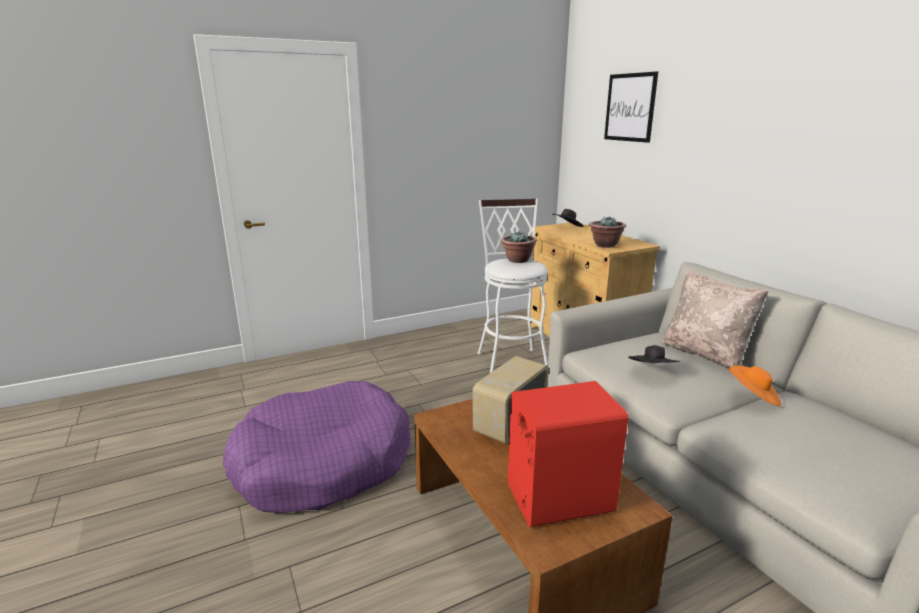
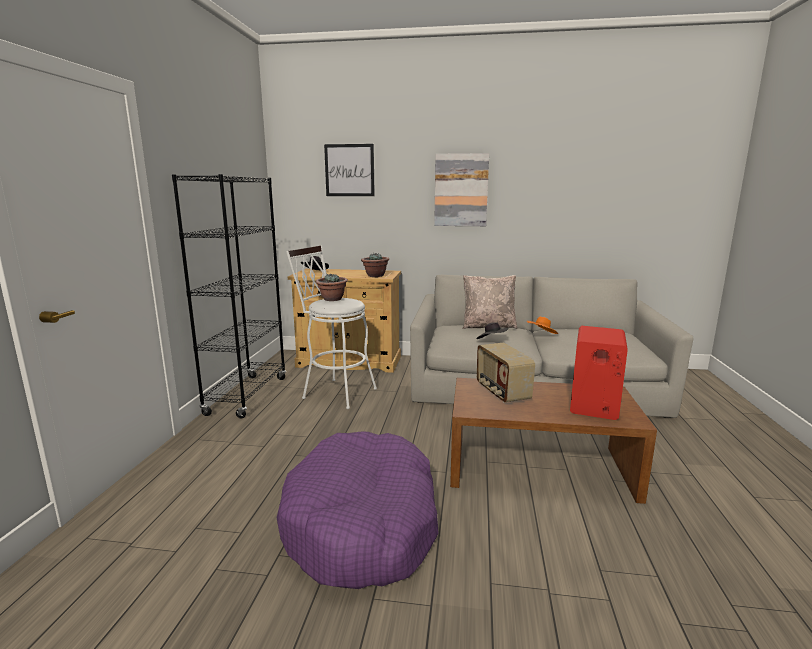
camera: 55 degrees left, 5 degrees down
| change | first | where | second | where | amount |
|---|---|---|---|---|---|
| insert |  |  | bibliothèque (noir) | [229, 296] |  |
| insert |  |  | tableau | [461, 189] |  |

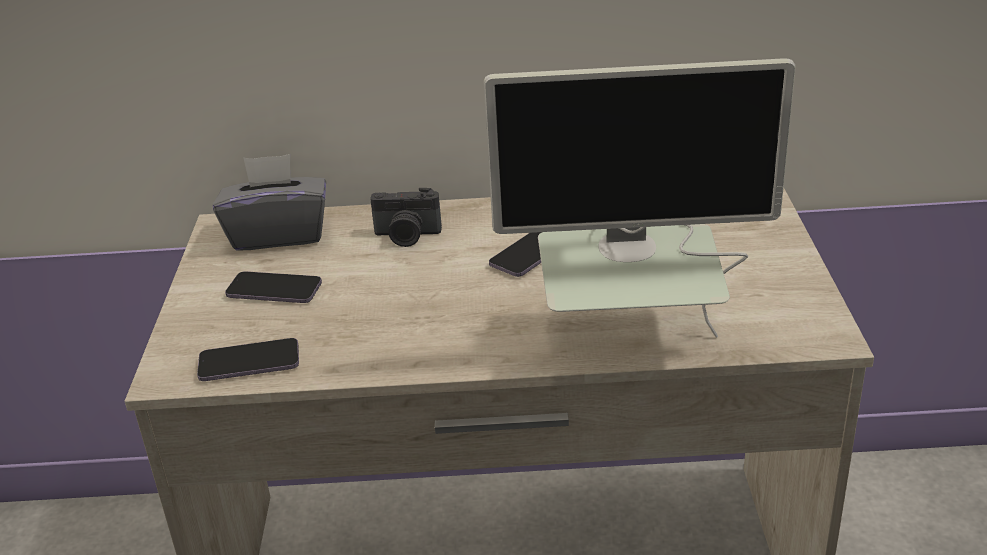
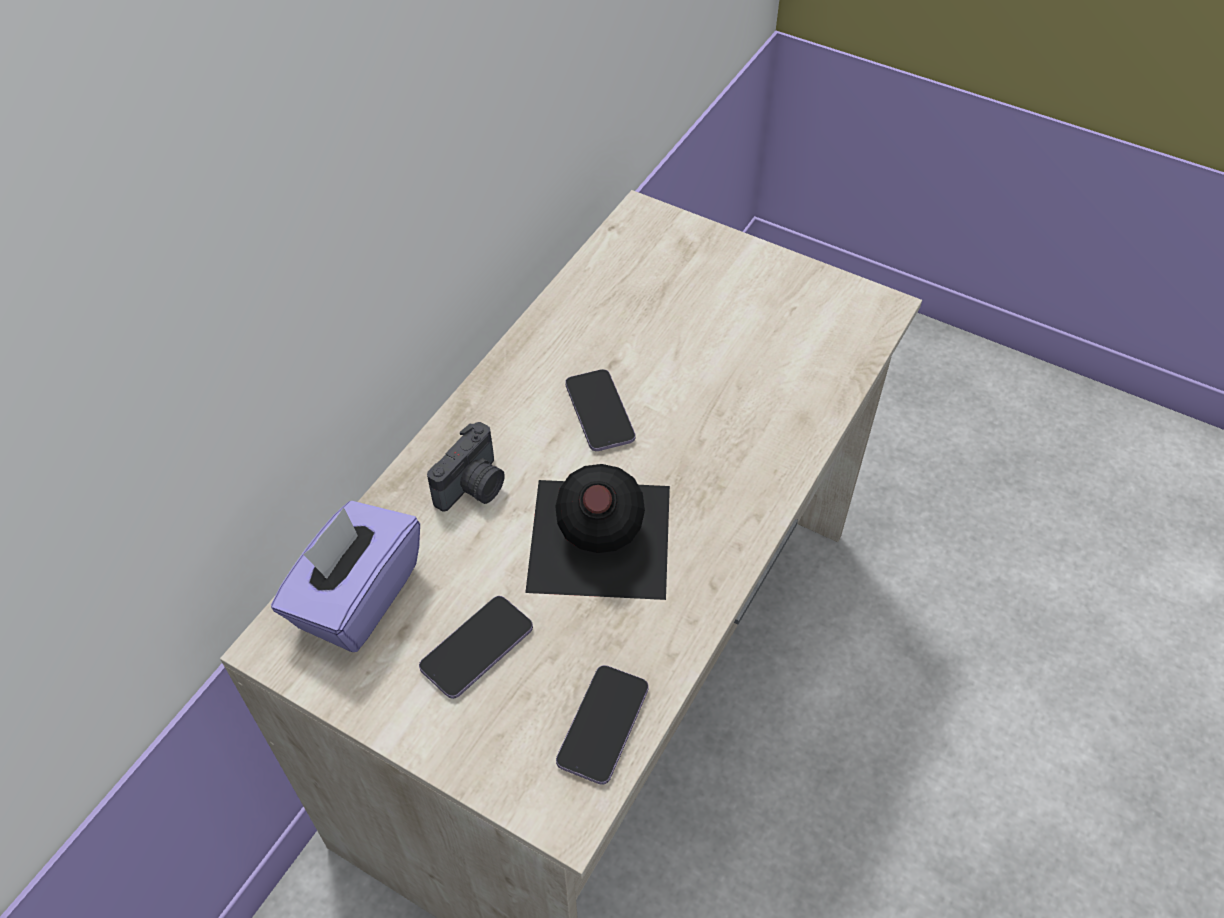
camera: 60 degrees left, 20 degrees up
| change | first | where | second | where | amount |
|---|---|---|---|---|---|
| recolor | boîte à mouchoirs (gris) | [269, 202] | boîte à mouchoirs (violet) | [345, 576] |  |
| insert |  |  | bouteille (noir) | [597, 532] |  |
| delete | écran d'ordinateur | [640, 198] |  |  |  |

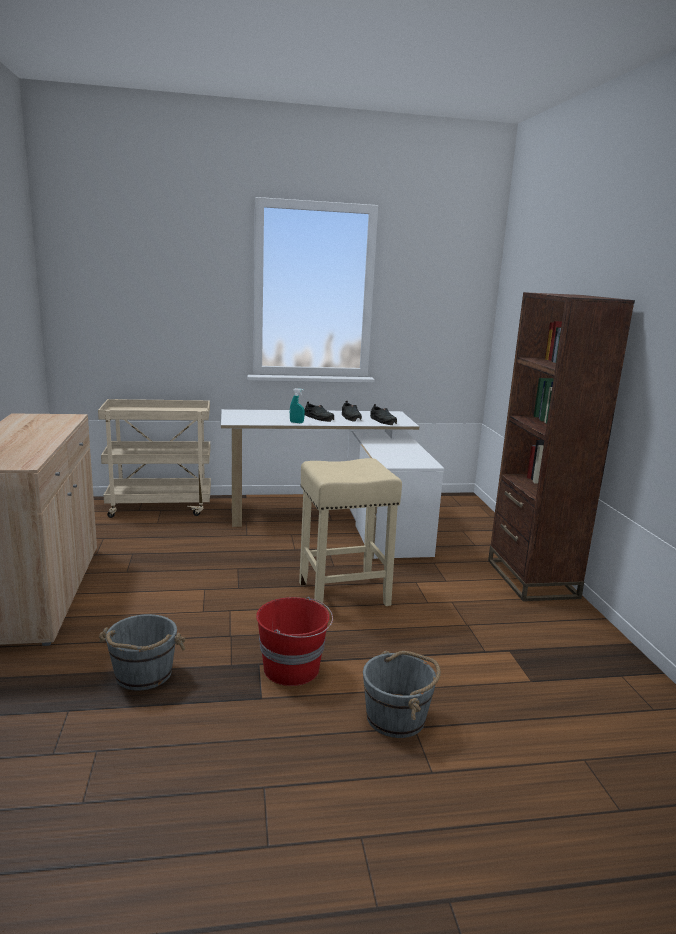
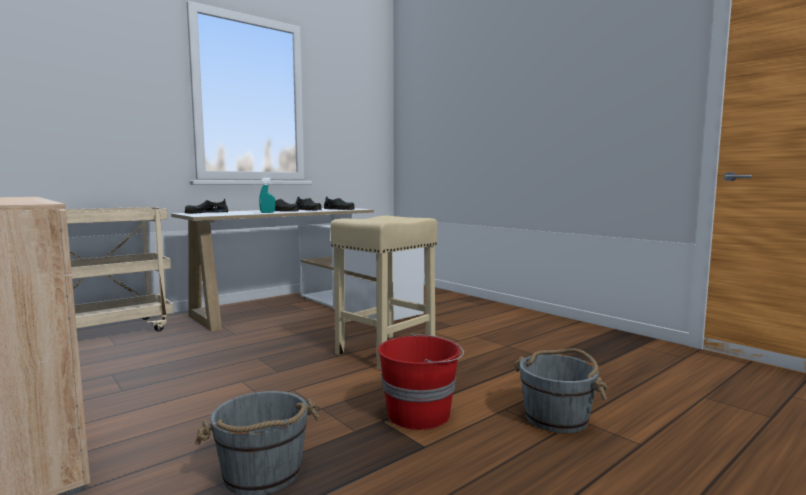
camera: 30 degrees left, 10 degrees down
| change | first | where | second | where | amount |
|---|---|---|---|---|---|
| insert |  |  | chaussure (noir) | [206, 206] |  |
| delete | bibliothèque (marron) | [561, 446] |  |  |  |

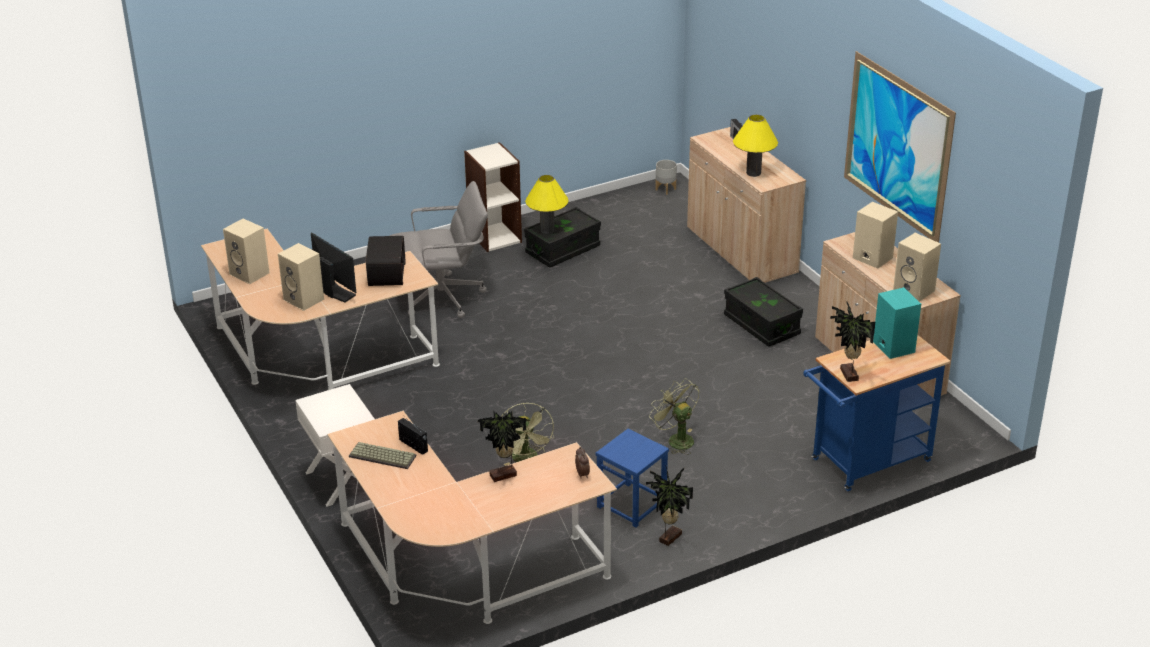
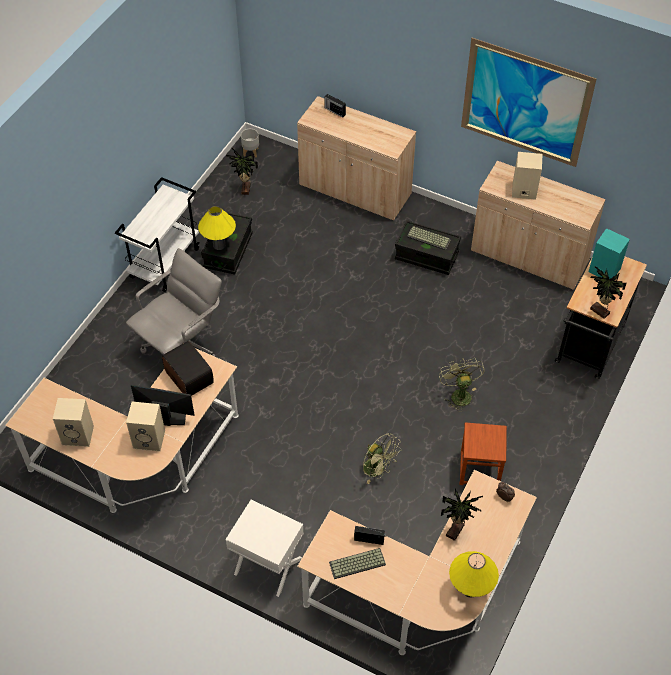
camera: 35 degrees left, 20 degrees up
| change | first | where | second | where | amount |
|---|---|---|---|---|---|
| replace | bibliothèque | [493, 197] | chariot (blanc) | [157, 234] |  |
| move | plante en pot | [669, 506] |  | [242, 171] |  |
| insert |  |  | clavier | [429, 238] |  |
| rotate | ventilateur (vert) | [674, 416] |  | [461, 385] | 60 degrees clockwise |
| move | lampe de table (jaune) | [755, 146] |  | [474, 574] |  |
| recolor | tabouret (bleu) | [632, 478] | tabouret (marron) | [483, 453] |  |
| recolor | chariot (bleu) | [877, 413] | chariot (noir) | [601, 318] |  |
| delete | enceinte (beige) | [917, 267] |  |  |  |

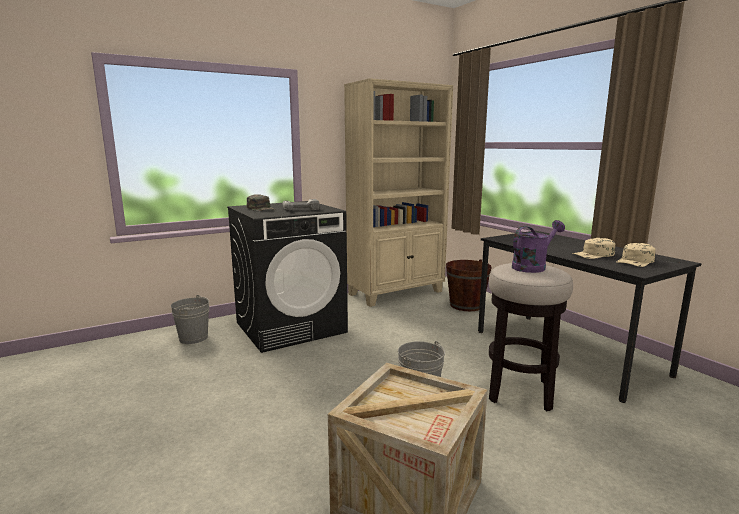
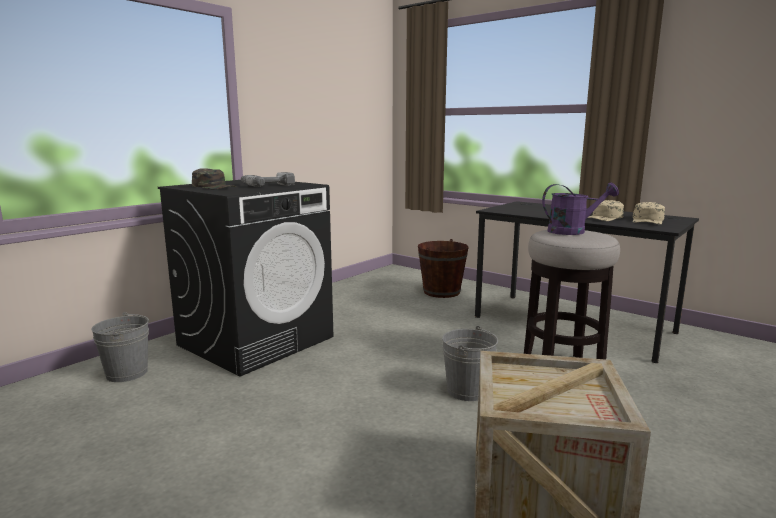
camera: 20 degrees left, 0 degrees up
| change | first | where | second | where | amount |
|---|---|---|---|---|---|
| rotate | arrosoir (violet) | [538, 246] |  | [580, 208] | 45 degrees clockwise |
| delete | bibliothèque (beige) | [398, 192] |  |  |  |

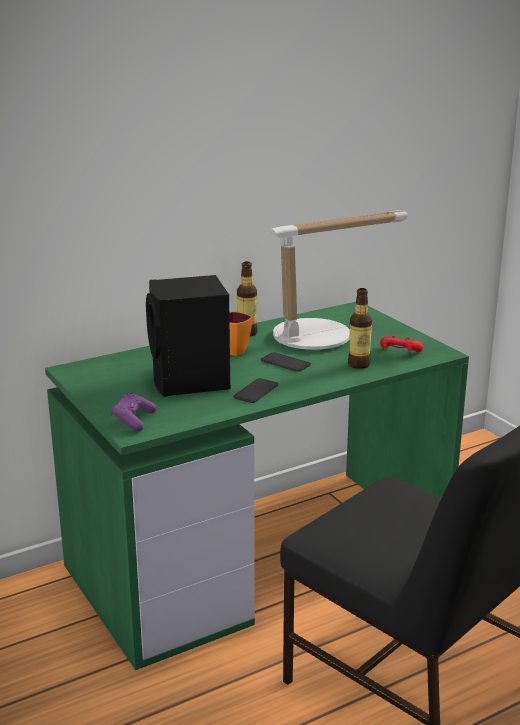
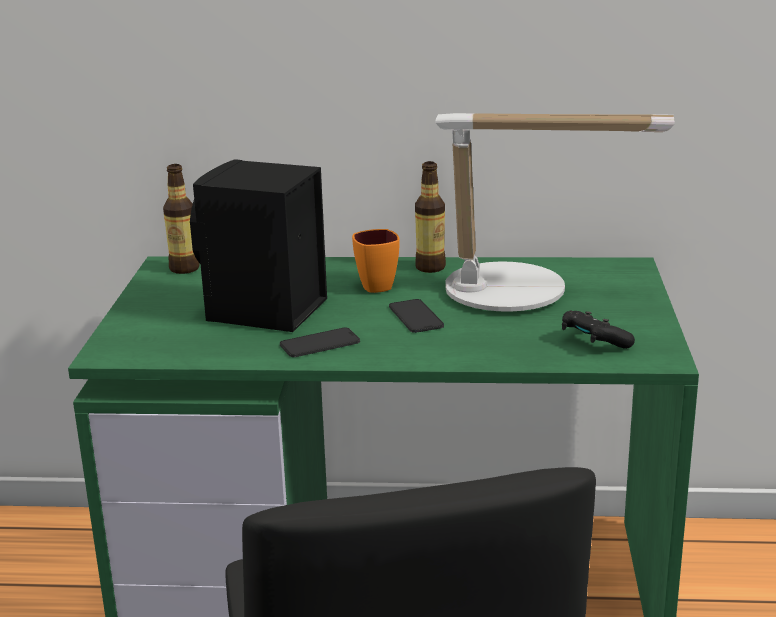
camera: 35 degrees right, 0 degrees up
| change | first | where | second | where | amount |
|---|---|---|---|---|---|
| move | bouteille | [360, 328] |  | [181, 219] |  |
| recolor | manette (rouge) | [401, 343] | manette (noir) | [598, 330] |  |
| delete | manette (violet) | [133, 412] |  |  |  |

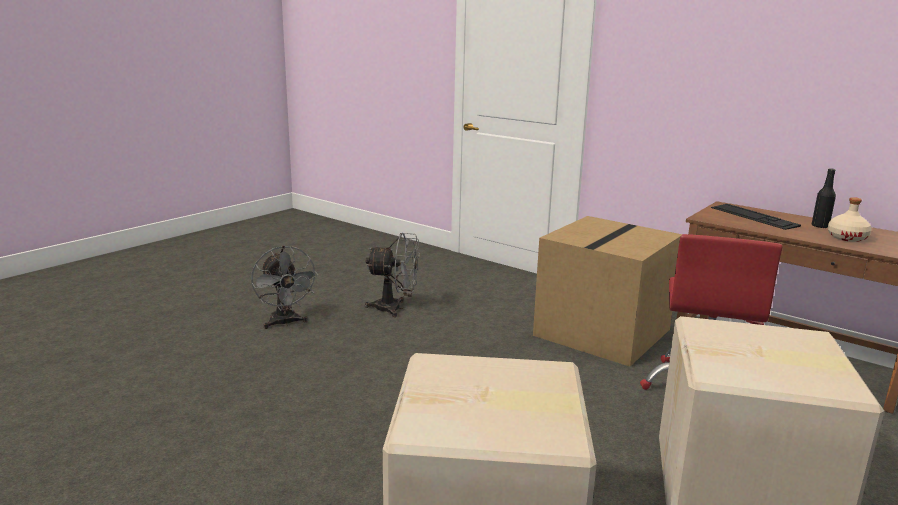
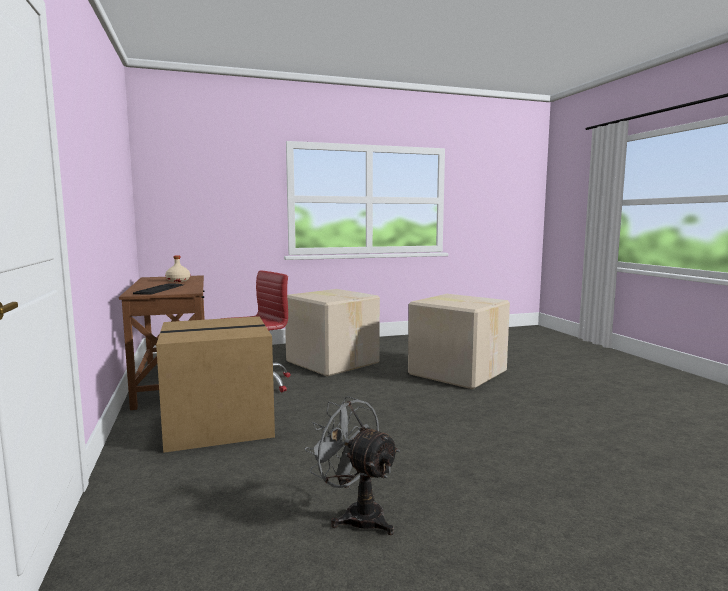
camera: 145 degrees left, 10 degrees down
| change | first | where | second | where | amount |
|---|---|---|---|---|---|
| delete | ventilateur (gris) | [284, 287] |  |  |  |
| delete | bouteille (noir) | [824, 198] |  |  |  |

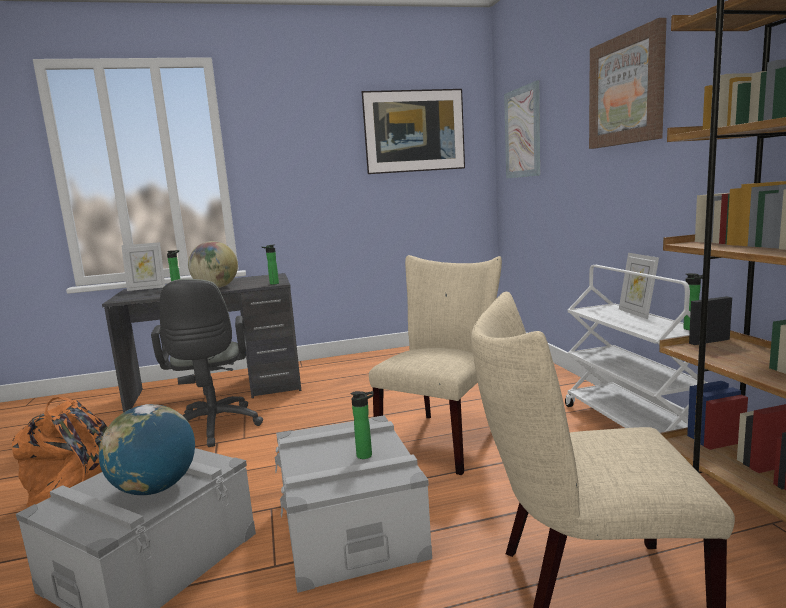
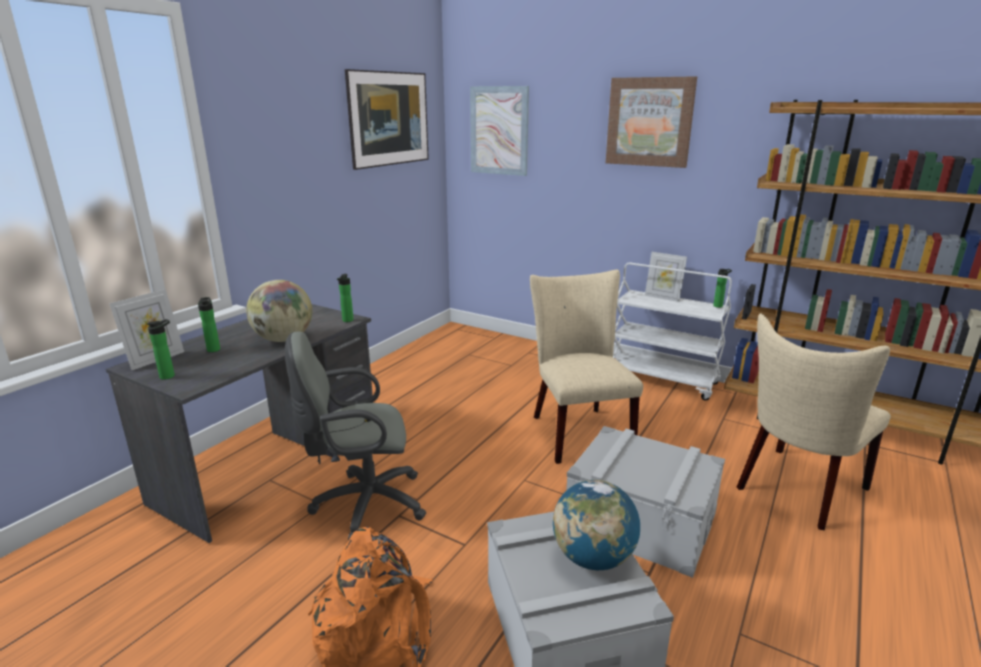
camera: 45 degrees left, 10 degrees up
| change | first | where | second | where | amount |
|---|---|---|---|---|---|
| move | bouteille | [362, 425] |  | [161, 349] |  |
| rotate | chaise de bureau (gris) | [207, 363] |  | [355, 436] | 135 degrees clockwise |

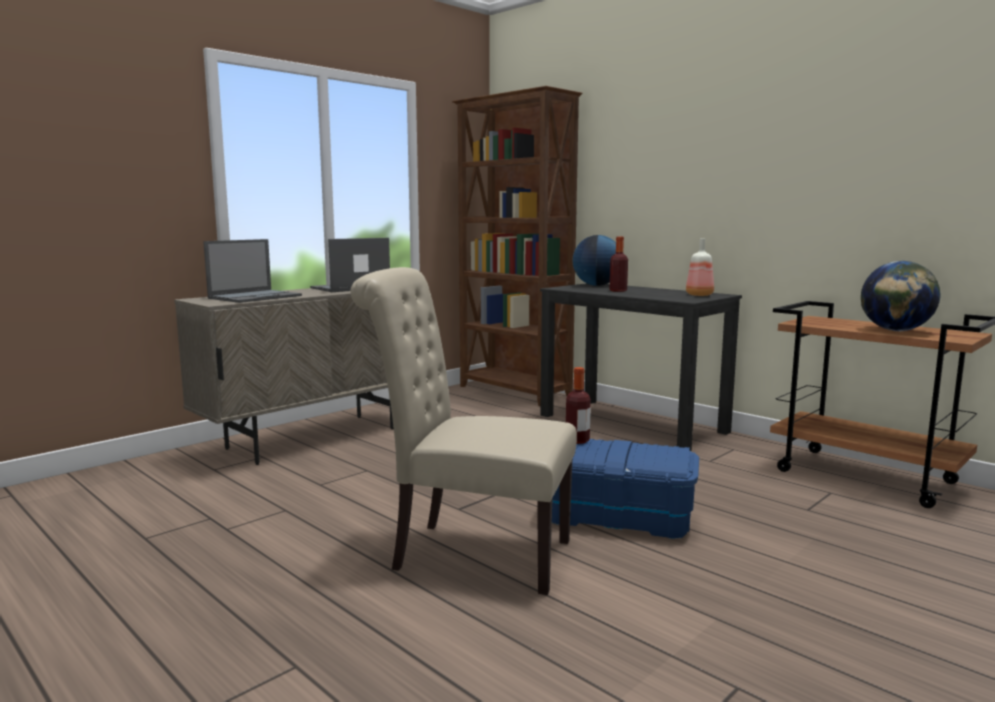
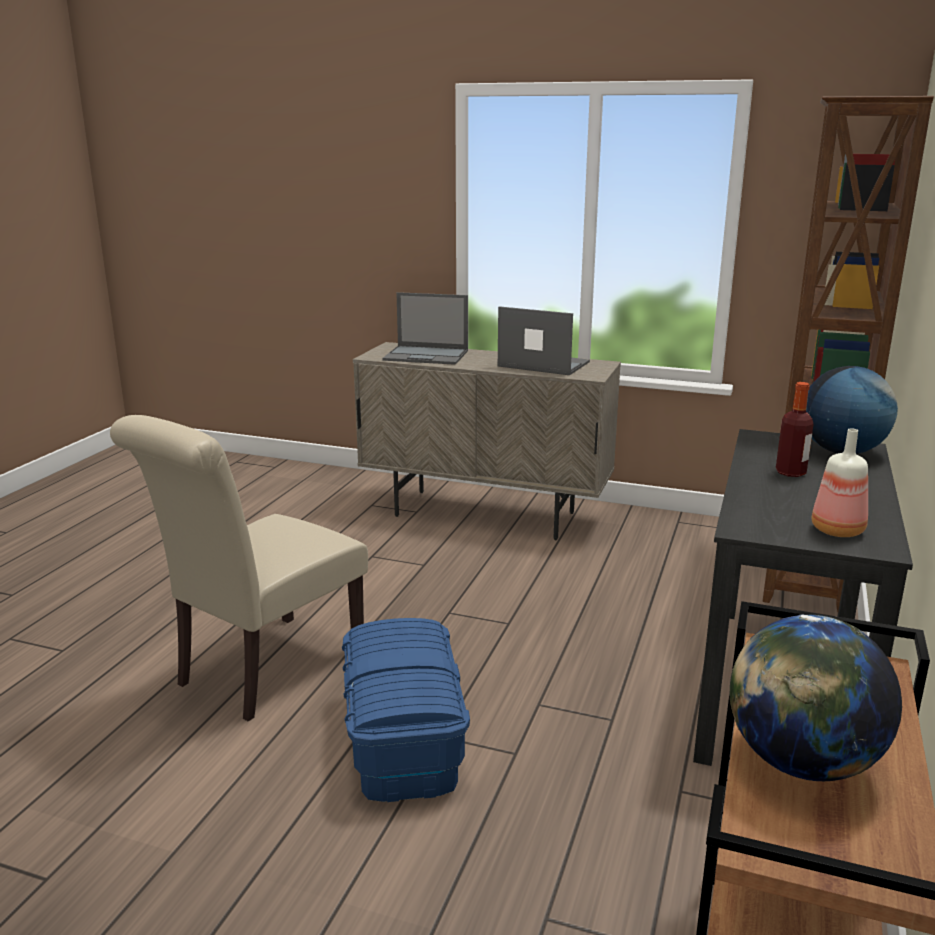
camera: 65 degrees right, 10 degrees up
| change | first | where | second | where | amount |
|---|---|---|---|---|---|
| rotate | chaise (beige) | [463, 431] |  | [239, 568] | 135 degrees counterclockwise |
| delete | bouteille | [578, 405] |  |  |  |

